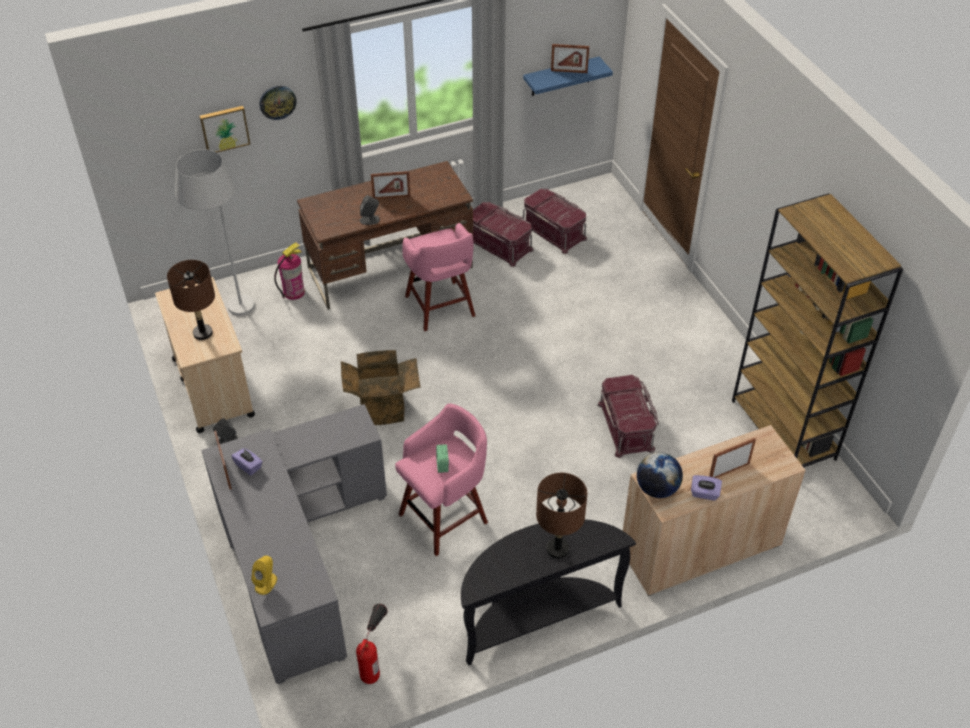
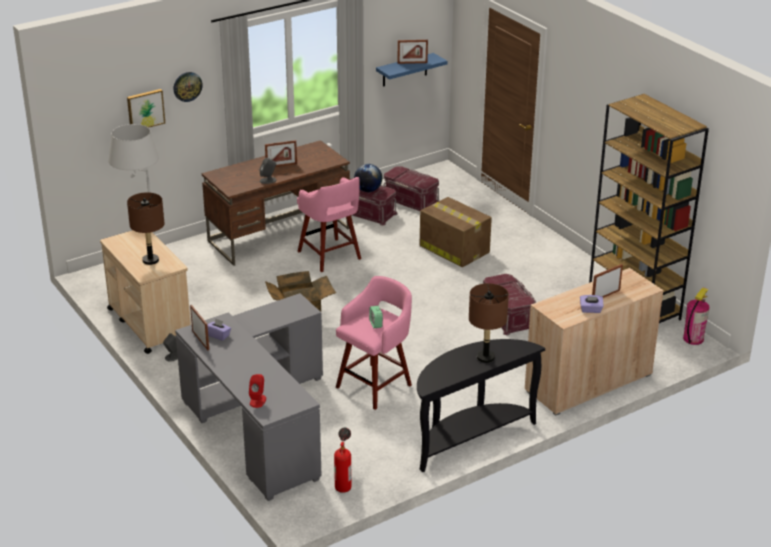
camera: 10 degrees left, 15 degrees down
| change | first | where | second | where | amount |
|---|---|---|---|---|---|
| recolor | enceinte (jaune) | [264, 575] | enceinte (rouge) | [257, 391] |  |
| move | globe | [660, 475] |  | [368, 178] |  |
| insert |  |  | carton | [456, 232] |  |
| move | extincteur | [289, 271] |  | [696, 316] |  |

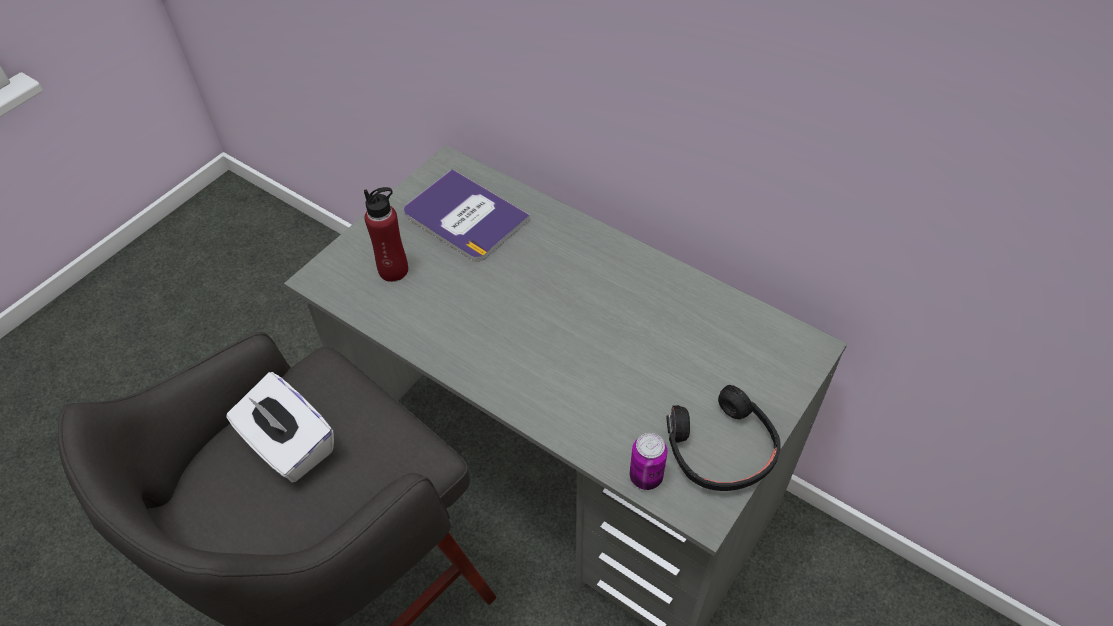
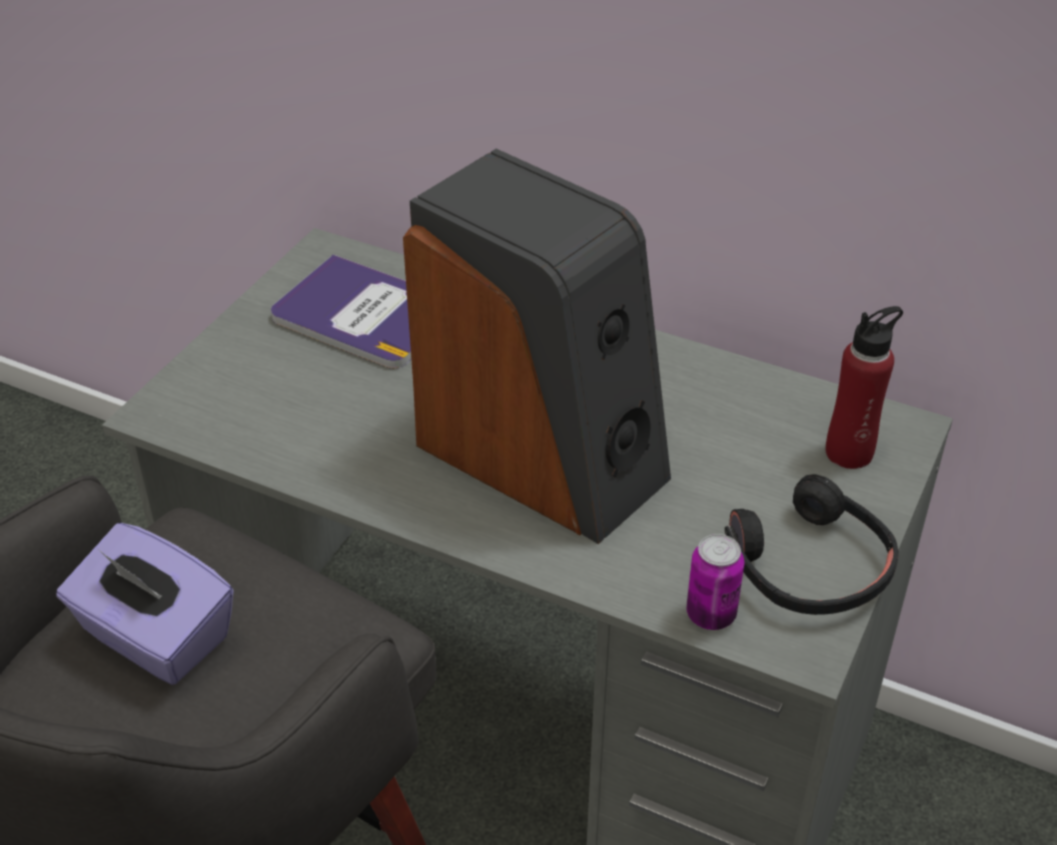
camera: 10 degrees left, 10 degrees down
| change | first | where | second | where | amount |
|---|---|---|---|---|---|
| recolor | boîte à mouchoirs (blanc) | [280, 427] | boîte à mouchoirs (violet) | [145, 604] |  |
| insert |  |  | enceinte | [537, 346] |  |
| move | bouteille (rouge) | [386, 234] |  | [864, 387] |  |

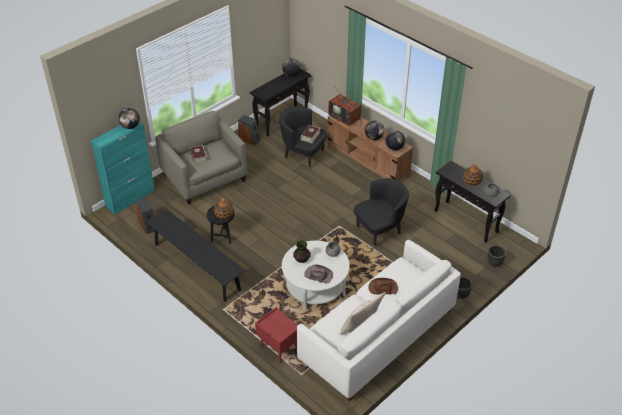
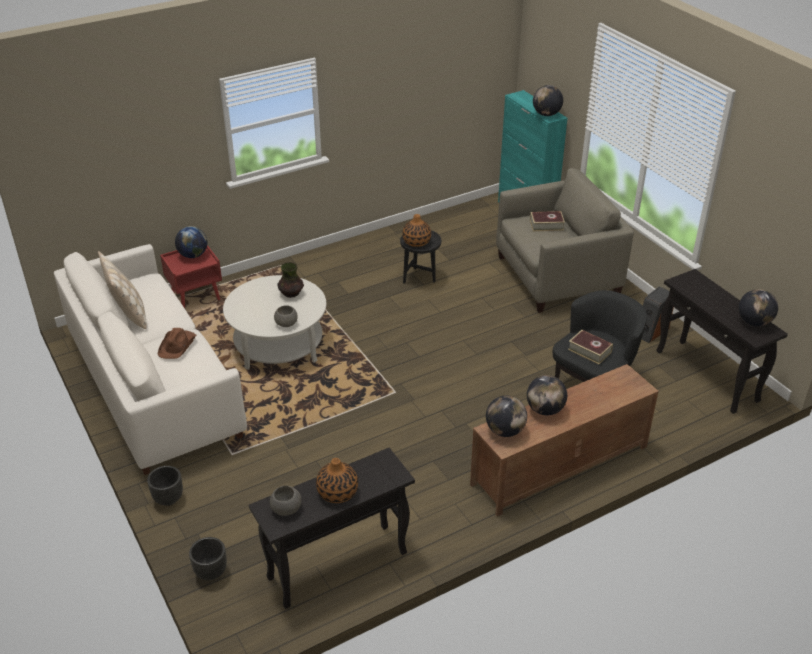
camera: 105 degrees right, 5 degrees down
| change | first | where | second | where | amount |
|---|---|---|---|---|---|
| insert |  |  | globe | [191, 242] |  |
| delete | enceinte | [144, 216] |  |  |  |
| delete | banc (noir) | [196, 255] |  |  |  |
| delete | chapeau (marron) | [318, 274] |  |  |  |
| delete | téléviseur | [345, 107] |  |  |  |
| delete | fauteuil (noir) | [381, 213] |  |  |  |

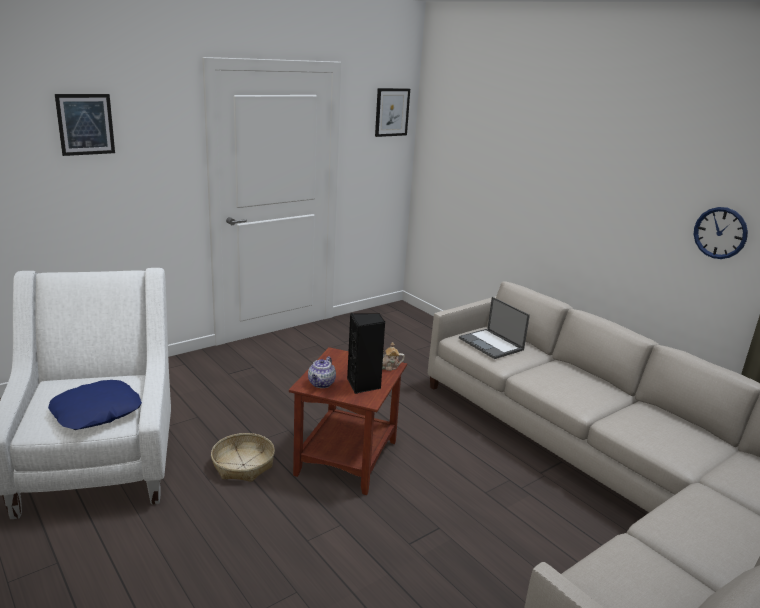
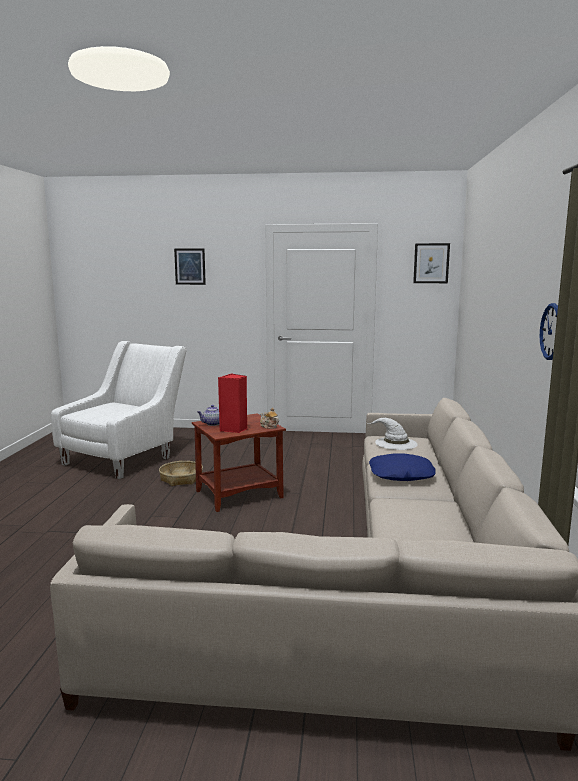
camera: 45 degrees right, 10 degrees down
| change | first | where | second | where | amount |
|---|---|---|---|---|---|
| recolor | enceinte (noir) | [366, 353] | enceinte (rouge) | [233, 403] |  |
| replace | ordinateur portable | [494, 328] | chapeau (blanc) | [392, 434] |  |
| move | coussin (bleu) | [95, 405] |  | [402, 467] |  |

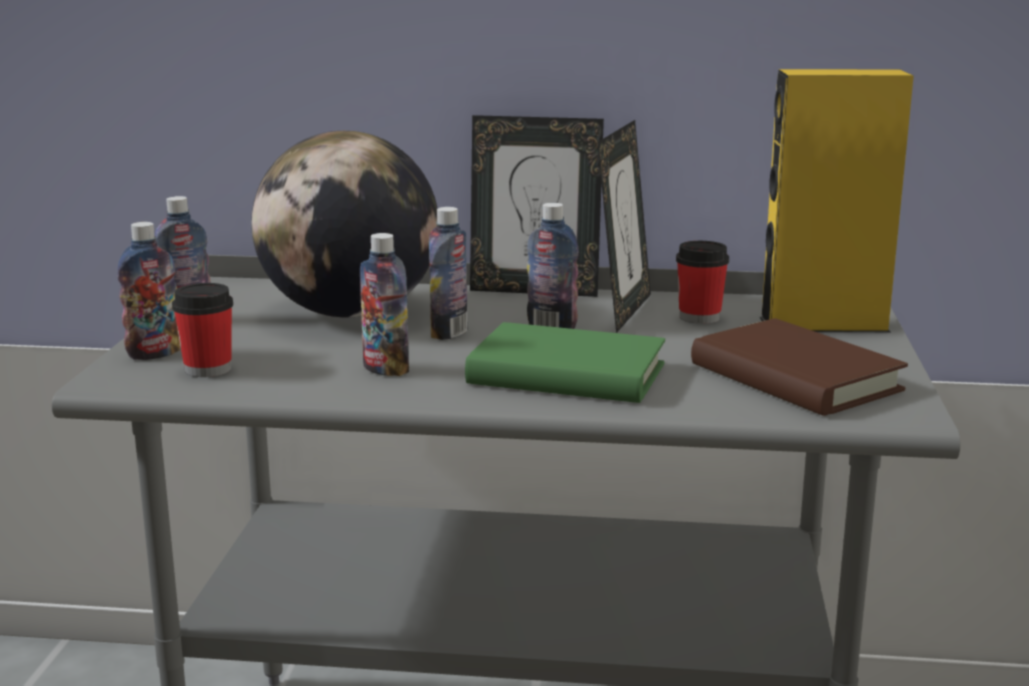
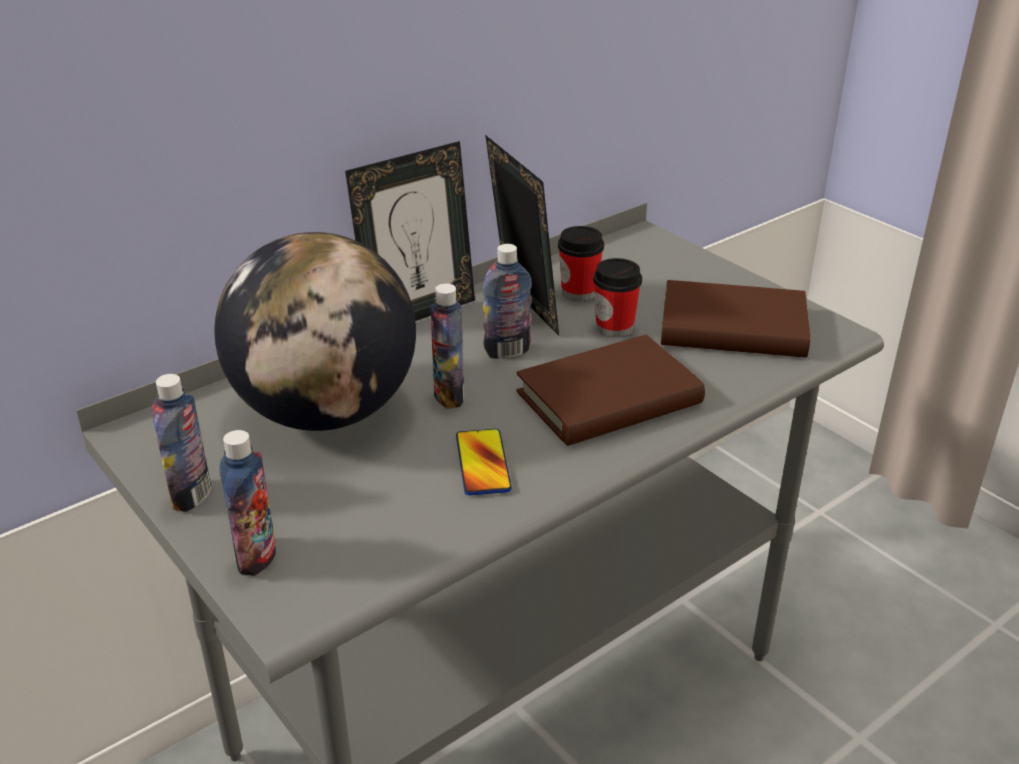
camera: 45 degrees left, 15 degrees up
| change | first | where | second | where | amount |
|---|---|---|---|---|---|
| replace | bouteille | [384, 304] | téléphone | [484, 462] |  |
| recolor | livre (vert) | [565, 362] | livre (marron) | [610, 390] |  |
| move | tasse | [202, 330] |  | [617, 297] |  |
| delete | enceinte (jaune) | [837, 200] |  |  |  |

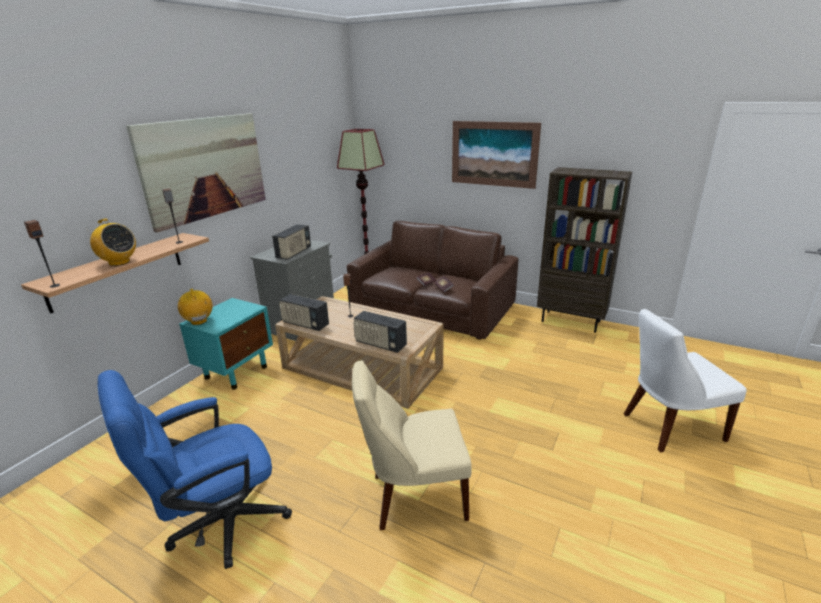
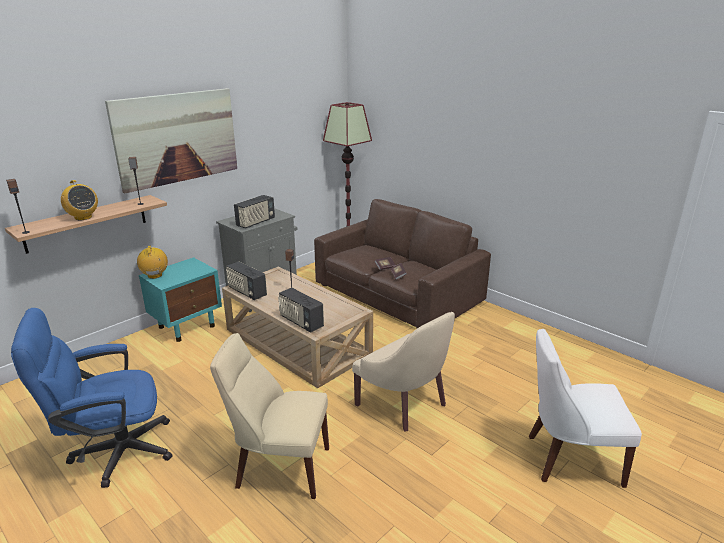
camera: 15 degrees right, 0 degrees up
| change | first | where | second | where | amount |
|---|---|---|---|---|---|
| insert |  |  | fauteuil (beige) | [403, 372] |  |
| delete | tableau | [496, 155] |  |  |  |
| delete | bibliothèque (marron) | [584, 250] |  |  |  |

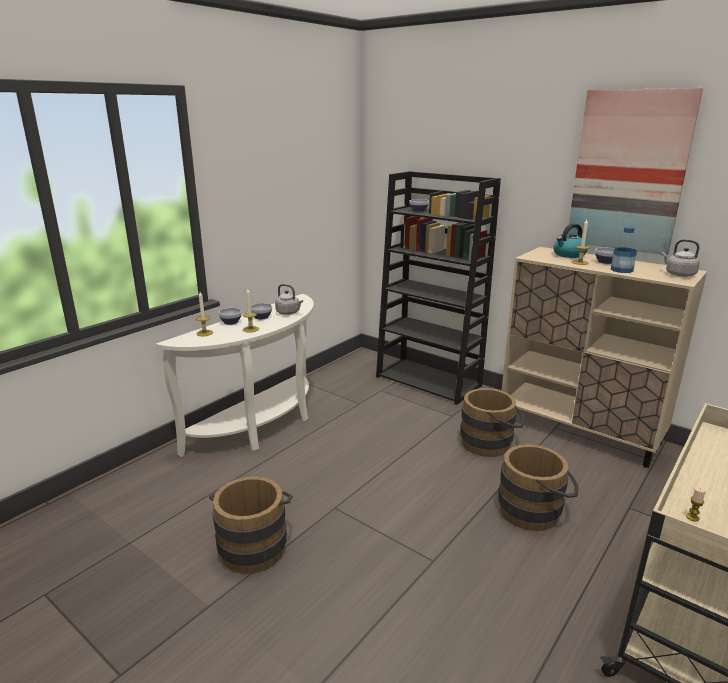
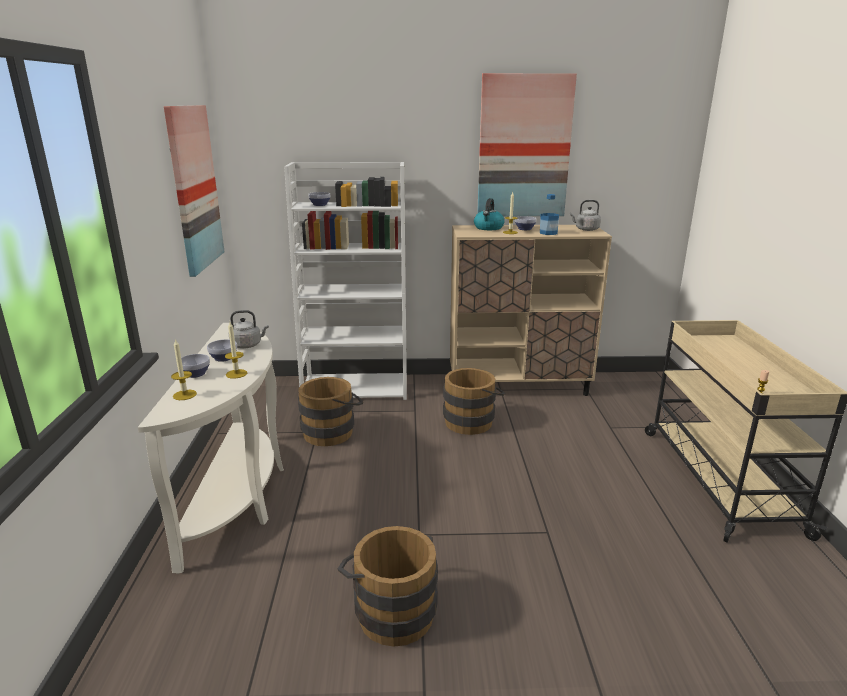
camera: 40 degrees left, 0 degrees up
| change | first | where | second | where | amount |
|---|---|---|---|---|---|
| insert |  |  | tableau | [194, 191] |  |
| recolor | bibliothèque (noir) | [438, 288] | bibliothèque (blanc) | [345, 281] |  |
| move | seau (marron) | [538, 487] |  | [331, 411] |  |

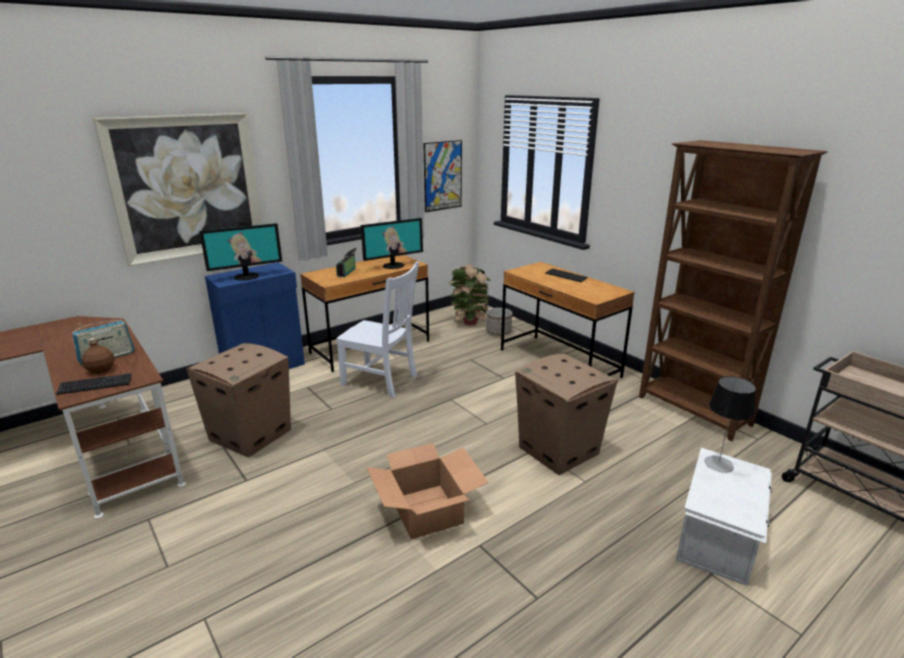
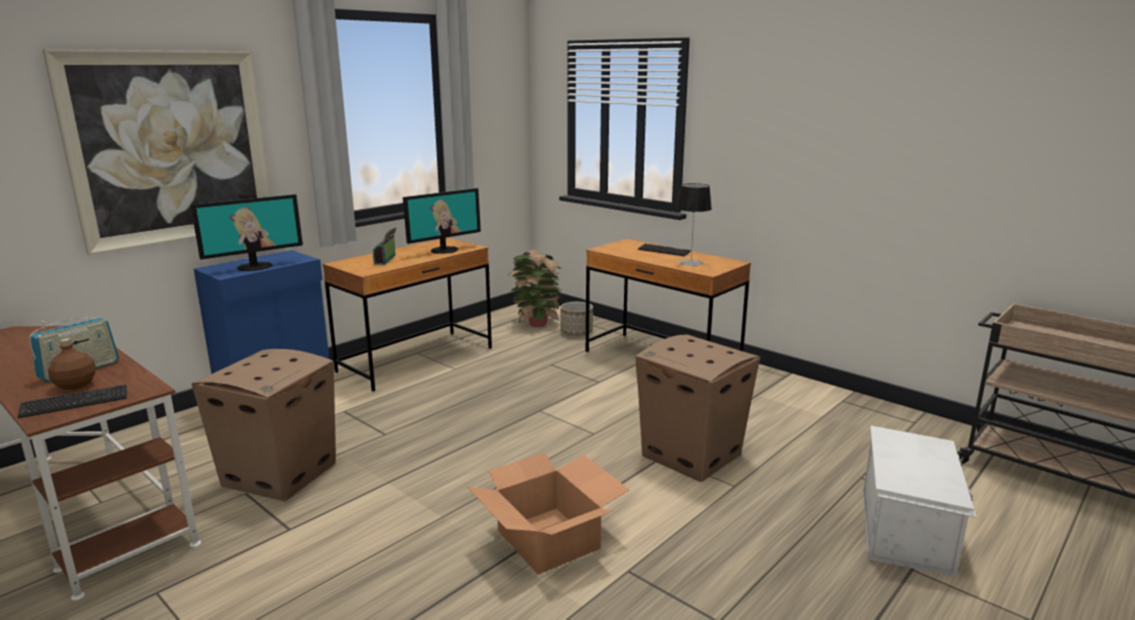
camera: 10 degrees left, 5 degrees down
| change | first | where | second | where | amount |
|---|---|---|---|---|---|
| move | lampe de table | [730, 424] |  | [694, 224] |  |
| delete | chaise (blanc) | [377, 329] |  |  |  |
| delete | tableau | [442, 176] |  |  |  |
| delete | bibliothèque (marron) | [733, 290] |  |  |  |

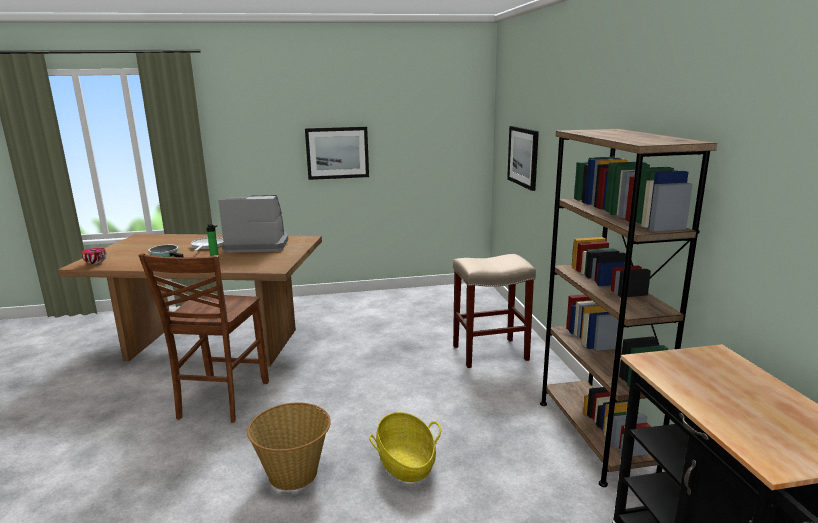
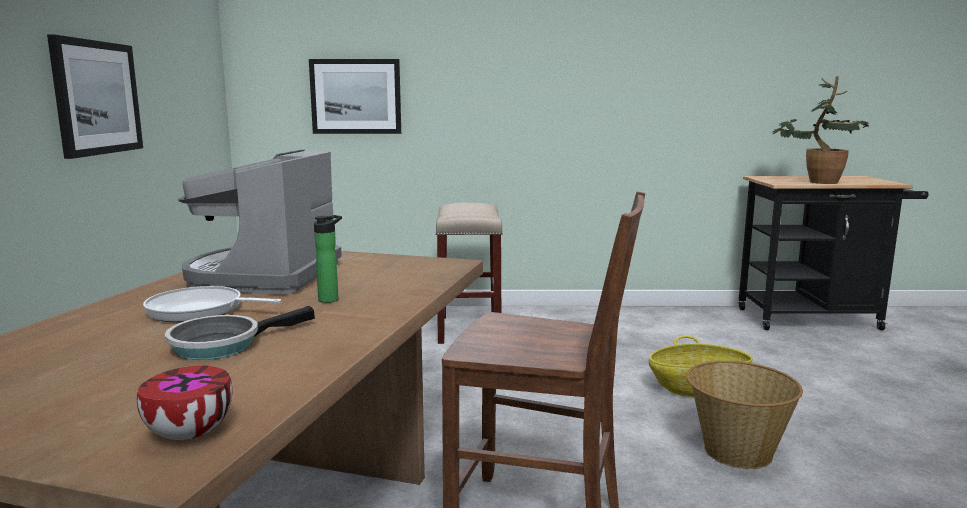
camera: 80 degrees left, 5 degrees down
| change | first | where | second | where | amount |
|---|---|---|---|---|---|
| insert |  |  | plante en pot | [820, 130] |  |
| delete | bibliothèque (marron) | [628, 308] |  |  |  |

